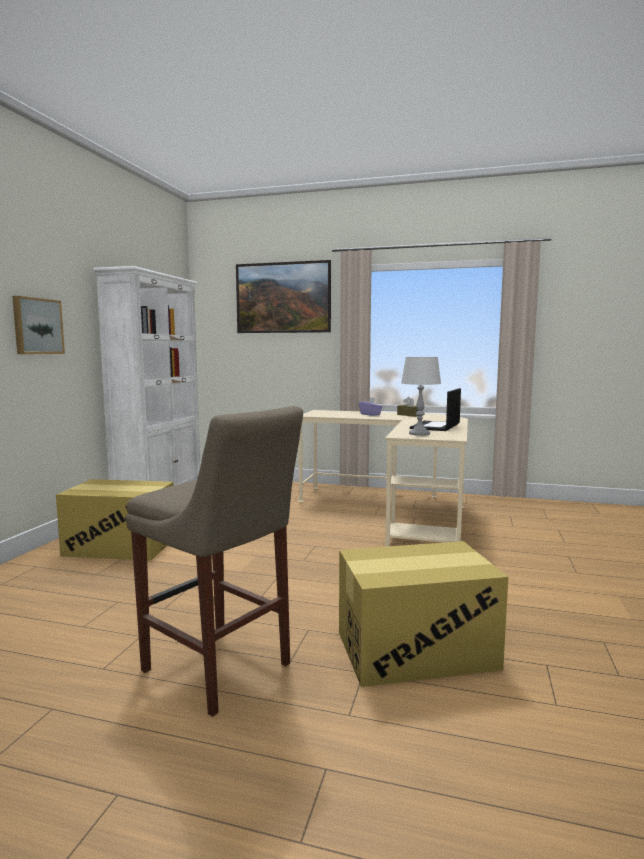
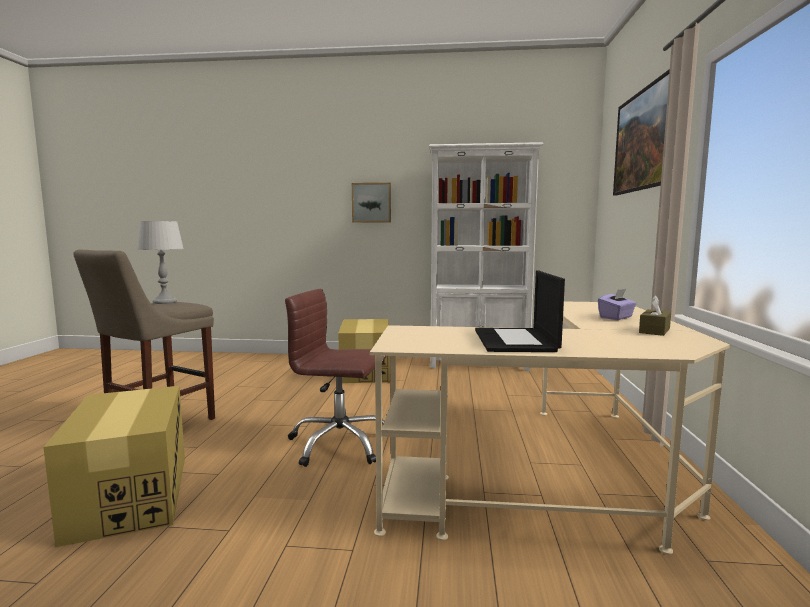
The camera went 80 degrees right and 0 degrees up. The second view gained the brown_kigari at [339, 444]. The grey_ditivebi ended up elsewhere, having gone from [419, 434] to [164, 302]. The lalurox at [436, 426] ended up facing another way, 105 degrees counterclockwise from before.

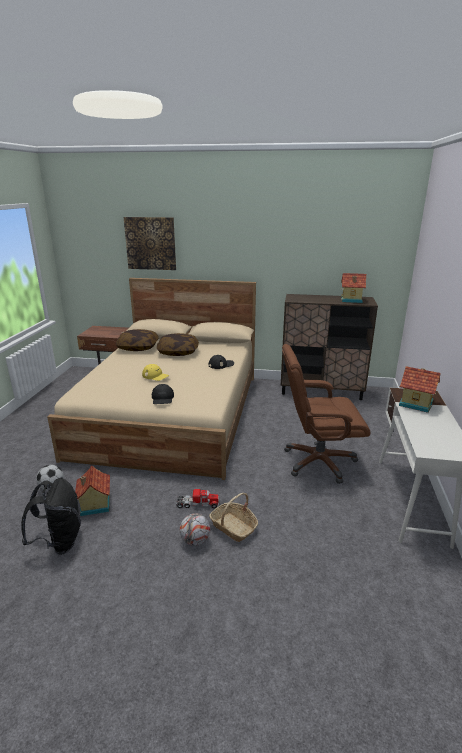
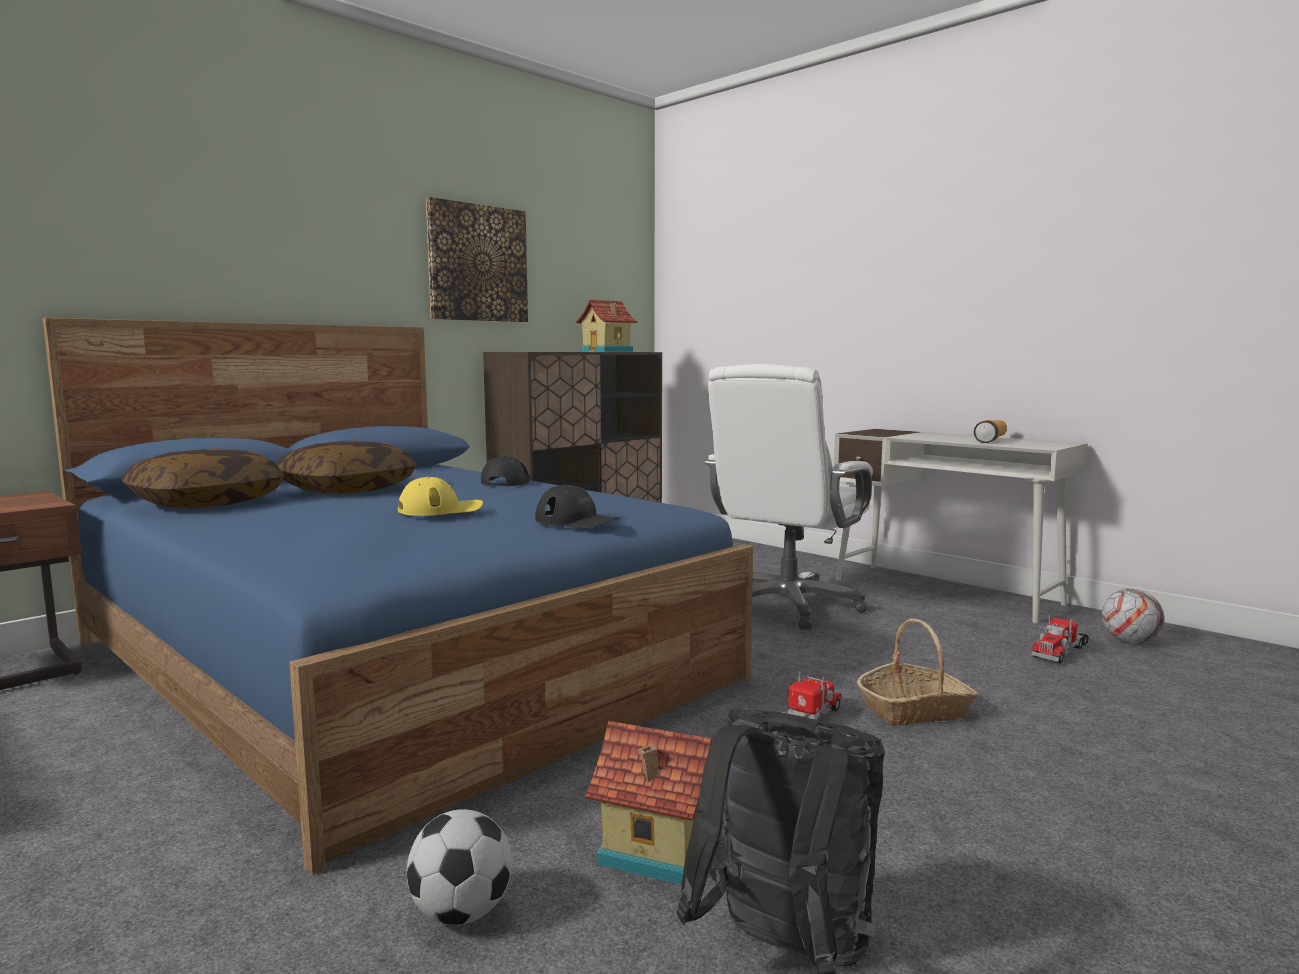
The camera went 55 degrees left and 15 degrees down. The second view lost the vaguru at [416, 403]. The second view gained the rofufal at [991, 440]. The second view gained the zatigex at [1060, 651]. The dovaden ended up elsewhere, having gone from [150, 243] to [477, 263]. The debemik ended up elsewhere, having gone from [195, 540] to [1130, 641]. What was the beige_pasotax at [173, 413] turned into the blue_pasotax at [395, 659]. What was the brown_kigari at [318, 462] turned into the white_kigari at [787, 606].

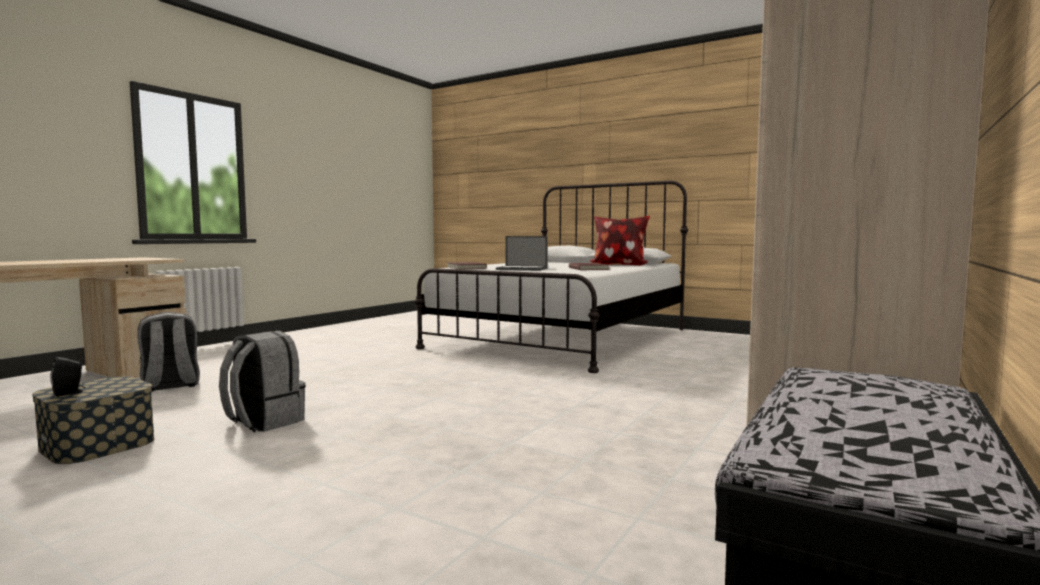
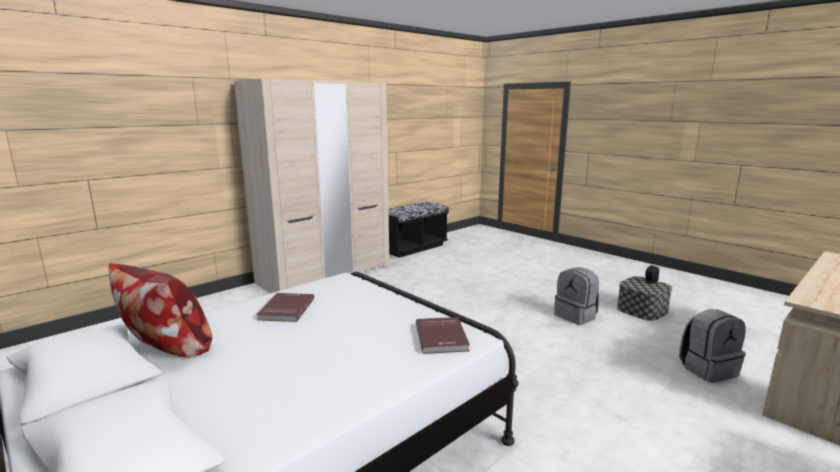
The camera went 165 degrees left and 10 degrees up. The second view lost the lalurox at [522, 269].

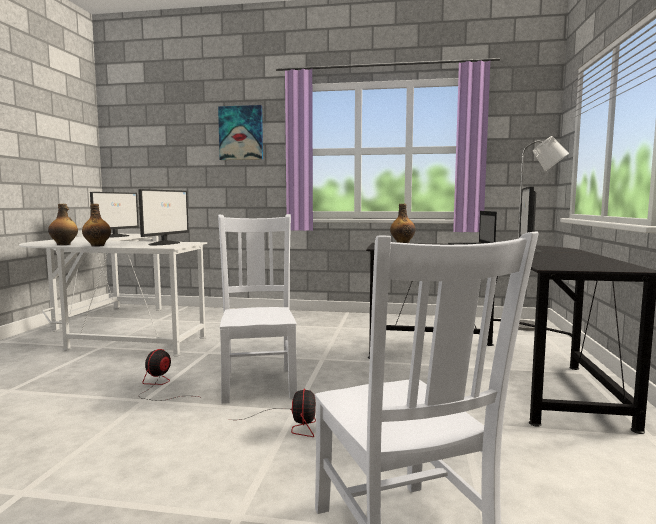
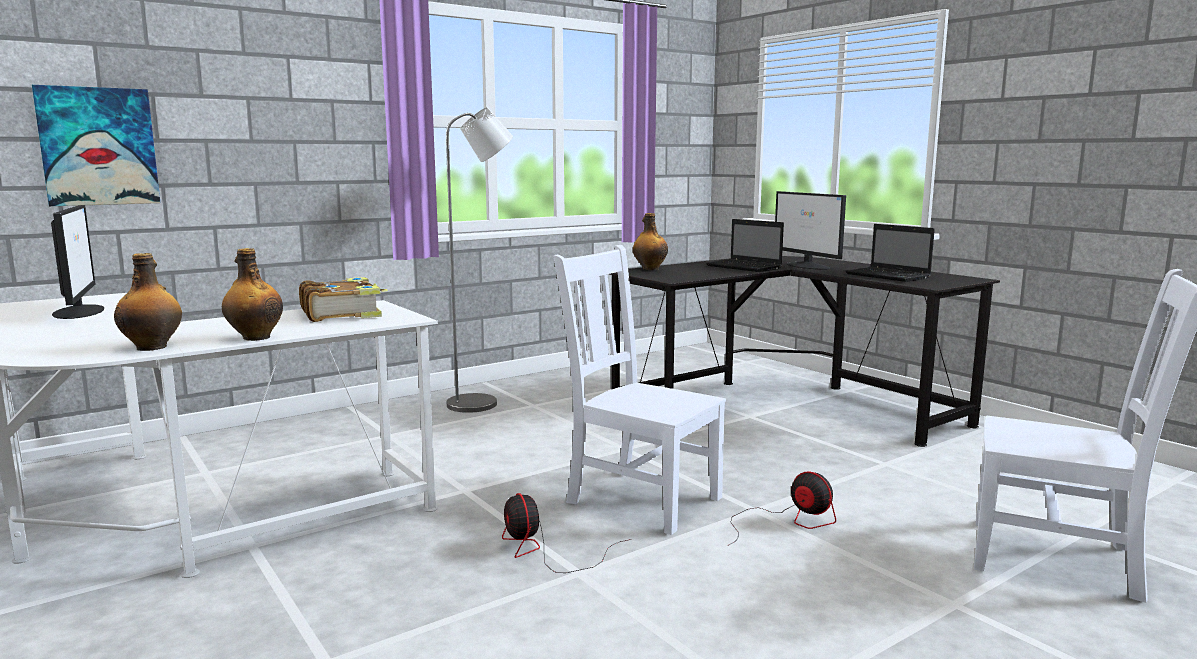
The camera went 45 degrees left and 5 degrees up. The second view gained the lalurox at [889, 276]. The dovaden ended up elsewhere, having gone from [241, 133] to [98, 146]. The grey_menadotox ended up elsewhere, having gone from [531, 327] to [482, 403]. Where the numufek stood at [165, 243], the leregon came to stand at [342, 313].

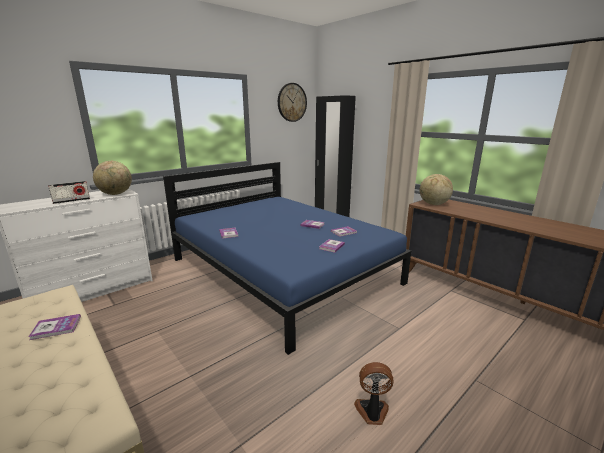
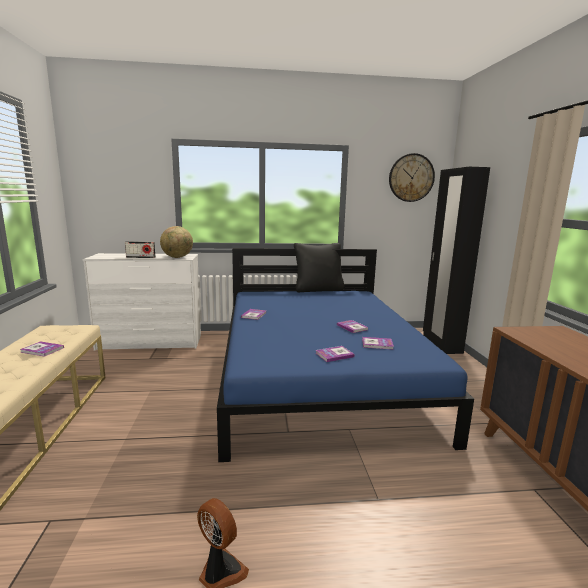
The camera went 35 degrees right and 5 degrees down. The second view lost the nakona at [433, 204]. The second view gained the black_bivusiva at [318, 289].

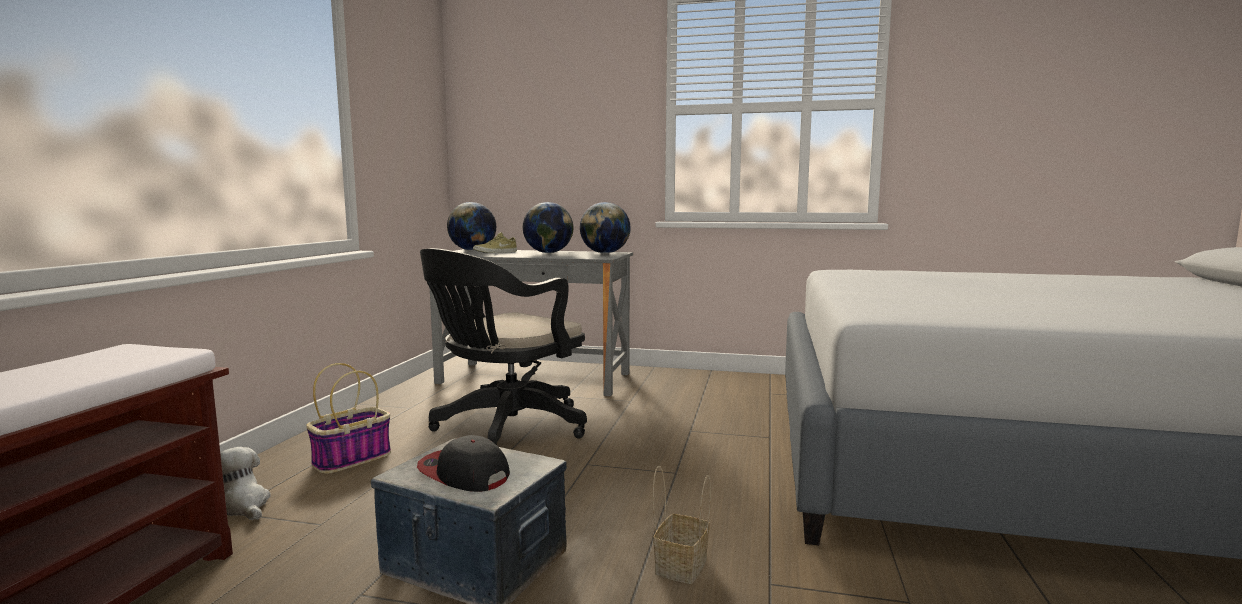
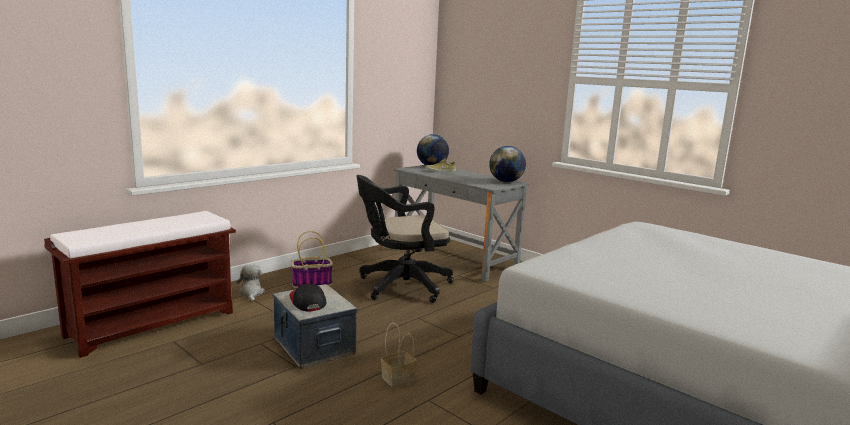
The camera went 30 degrees right and 5 degrees up. The second view lost the nakona at [548, 253].

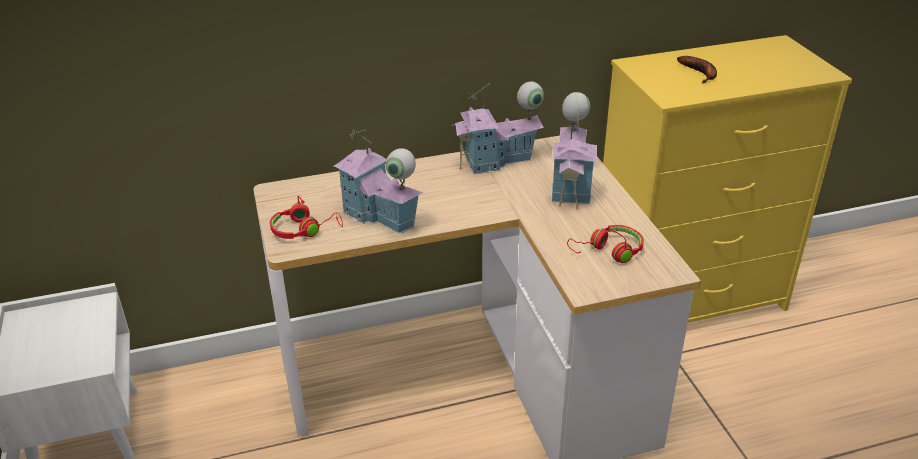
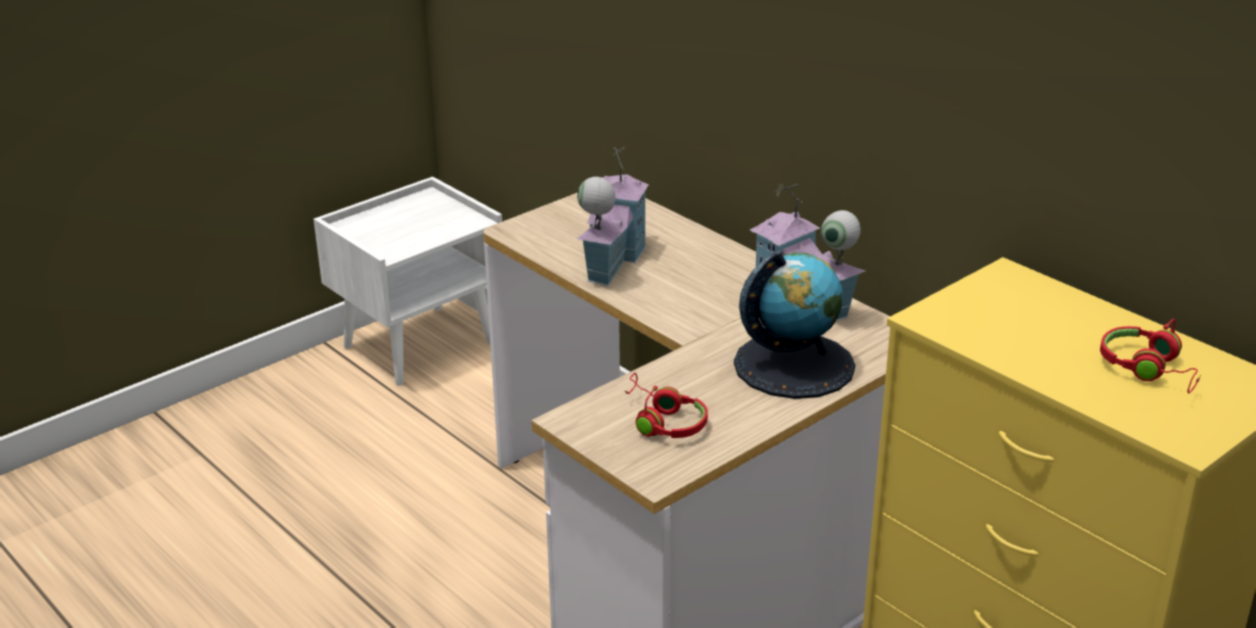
The camera went 65 degrees right and 5 degrees down. The second view lost the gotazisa at [700, 73]. The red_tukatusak ended up elsewhere, having gone from [304, 229] to [1149, 369]. Where the vaguru stood at [571, 185], the nakona came to stand at [794, 365].

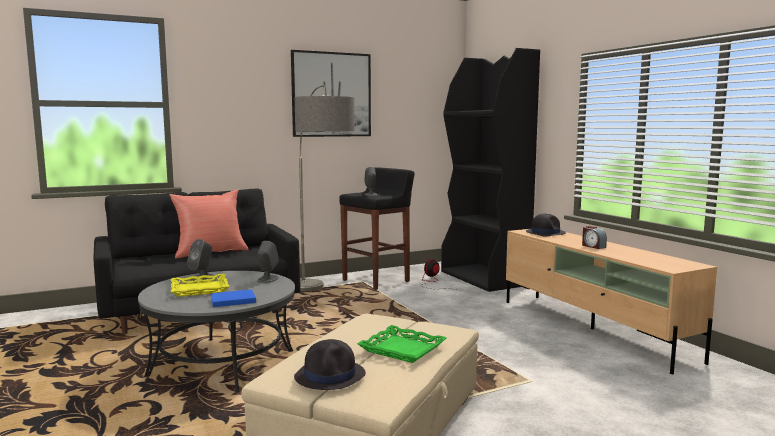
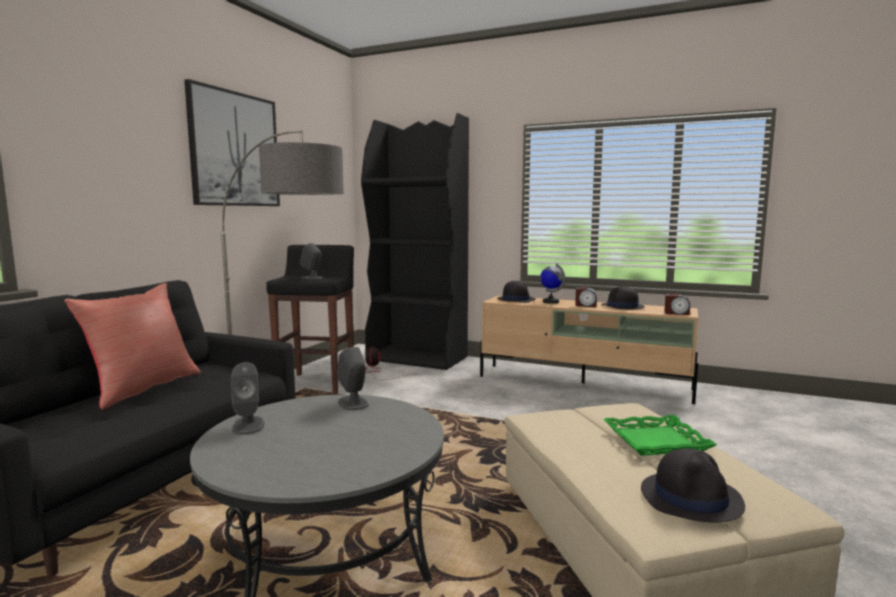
The camera went 40 degrees left and 0 degrees up. The second view lost the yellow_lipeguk at [200, 289]. The second view lost the blue_leregon at [232, 300]. The second view gained the nakona at [550, 302]. The second view gained the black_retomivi at [622, 307]. The second view gained the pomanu at [676, 313].

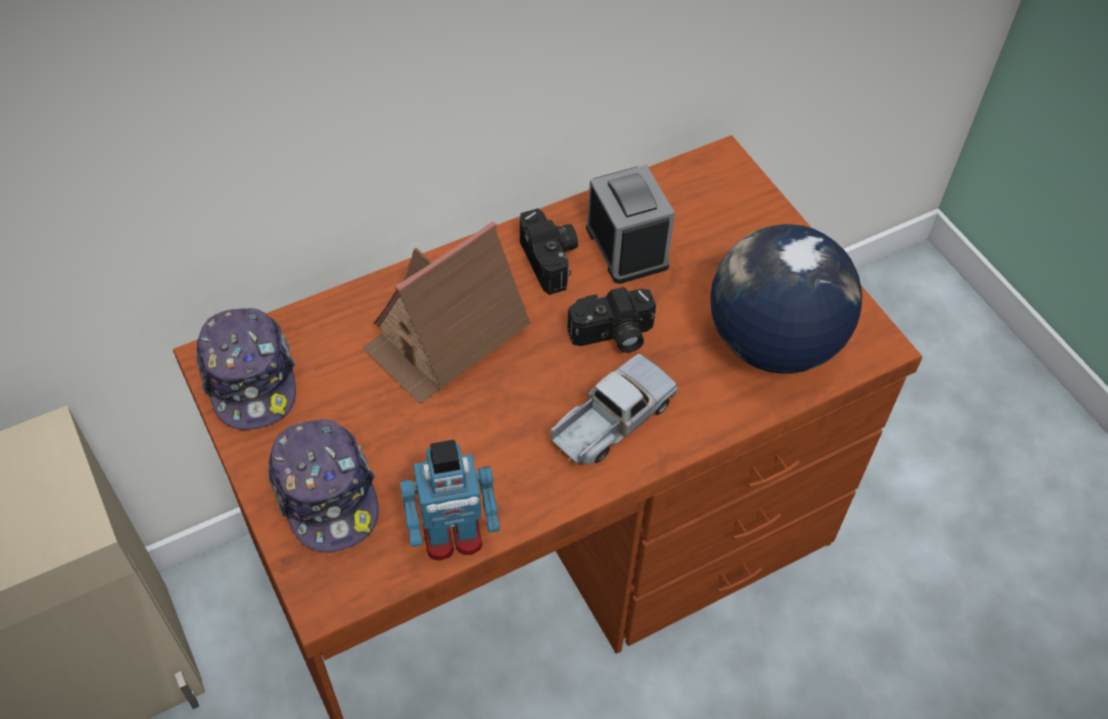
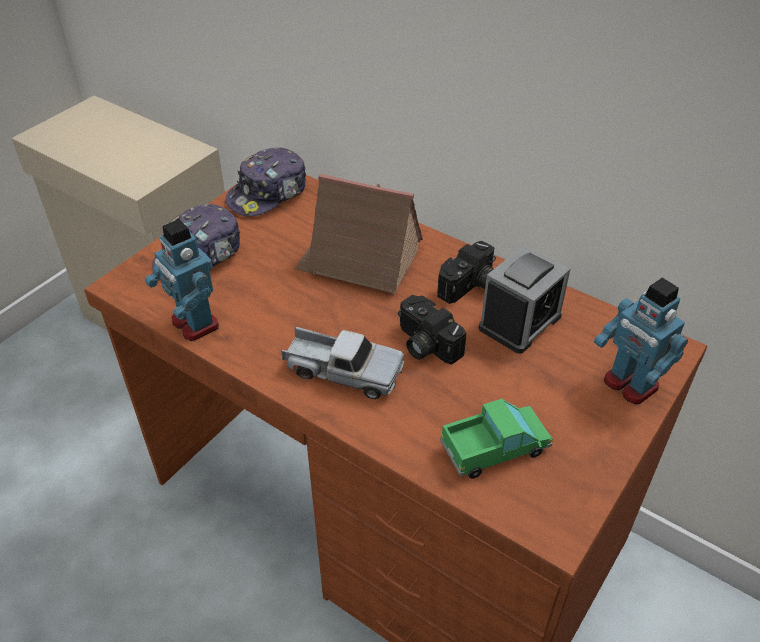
The camera went 65 degrees right and 10 degrees down. The second view gained the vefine at [629, 384]. Where the nakona stood at [772, 343], the zatigex came to stand at [494, 448].

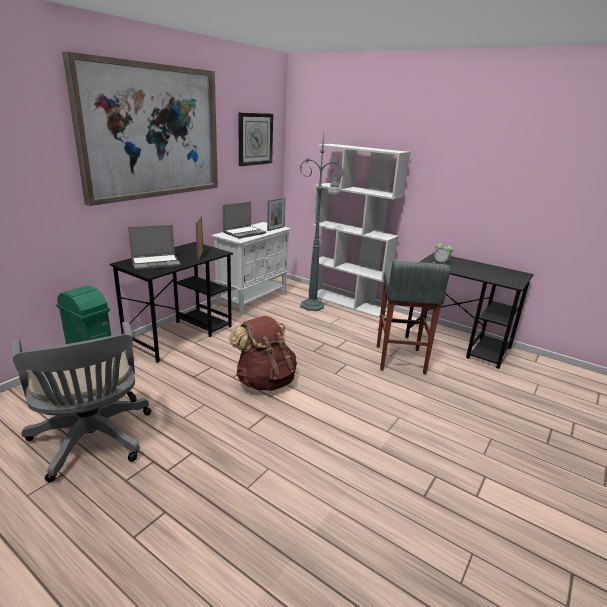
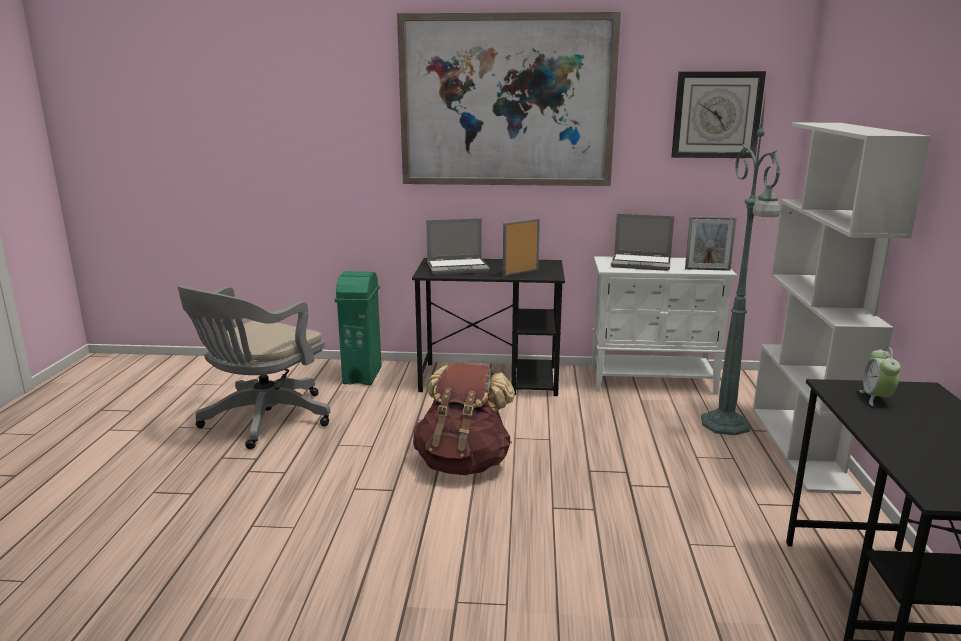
The camera went 60 degrees right and 5 degrees down. The second view lost the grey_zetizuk at [399, 360]. The lalurox at [156, 263] ended up facing another way, 45 degrees counterclockwise from before.

